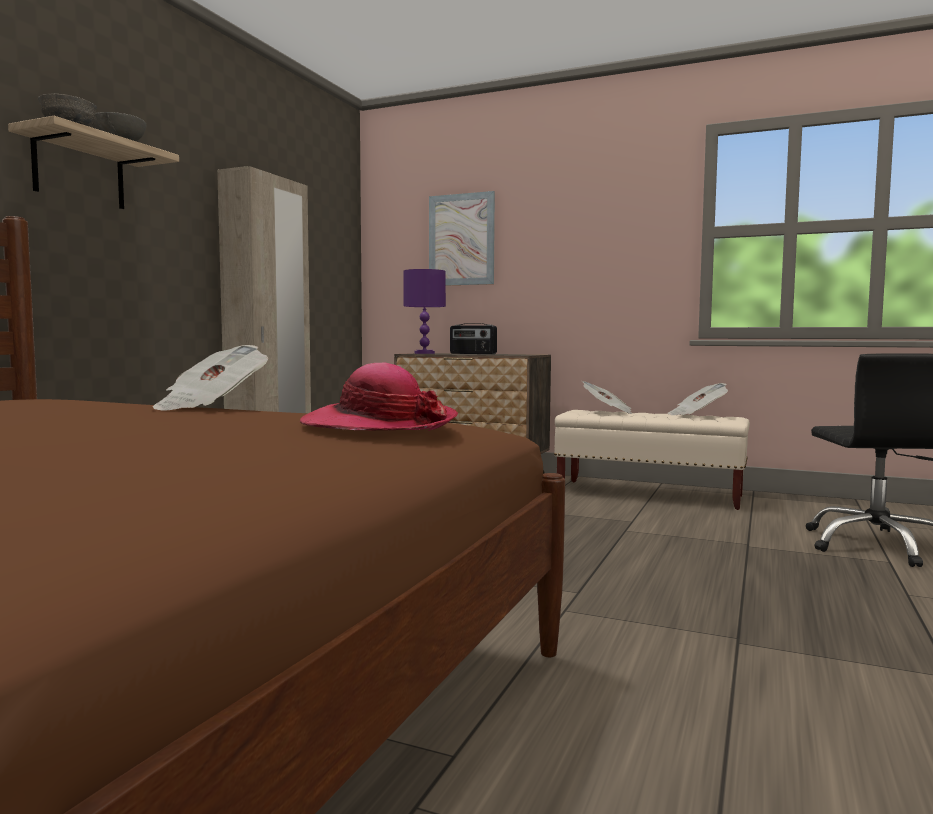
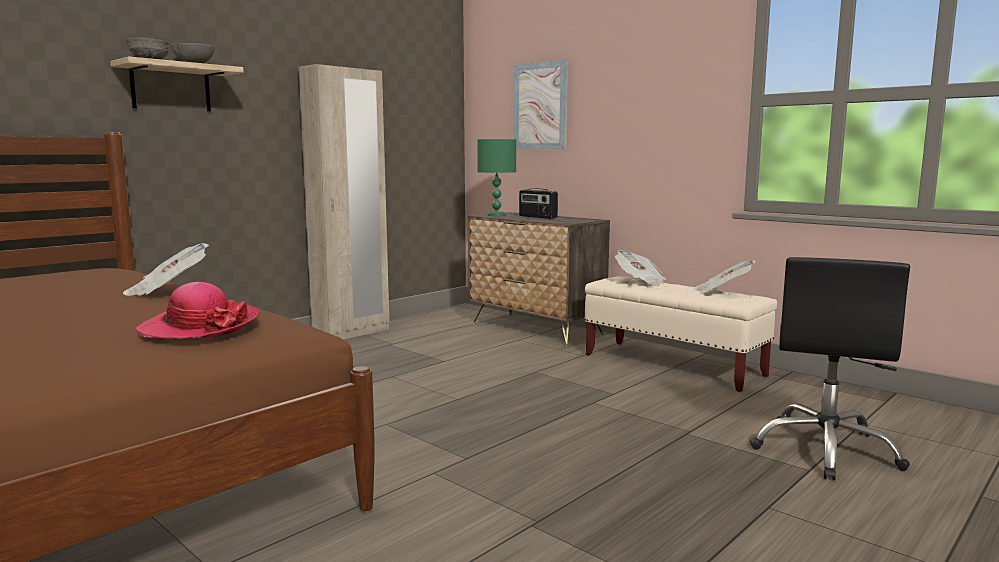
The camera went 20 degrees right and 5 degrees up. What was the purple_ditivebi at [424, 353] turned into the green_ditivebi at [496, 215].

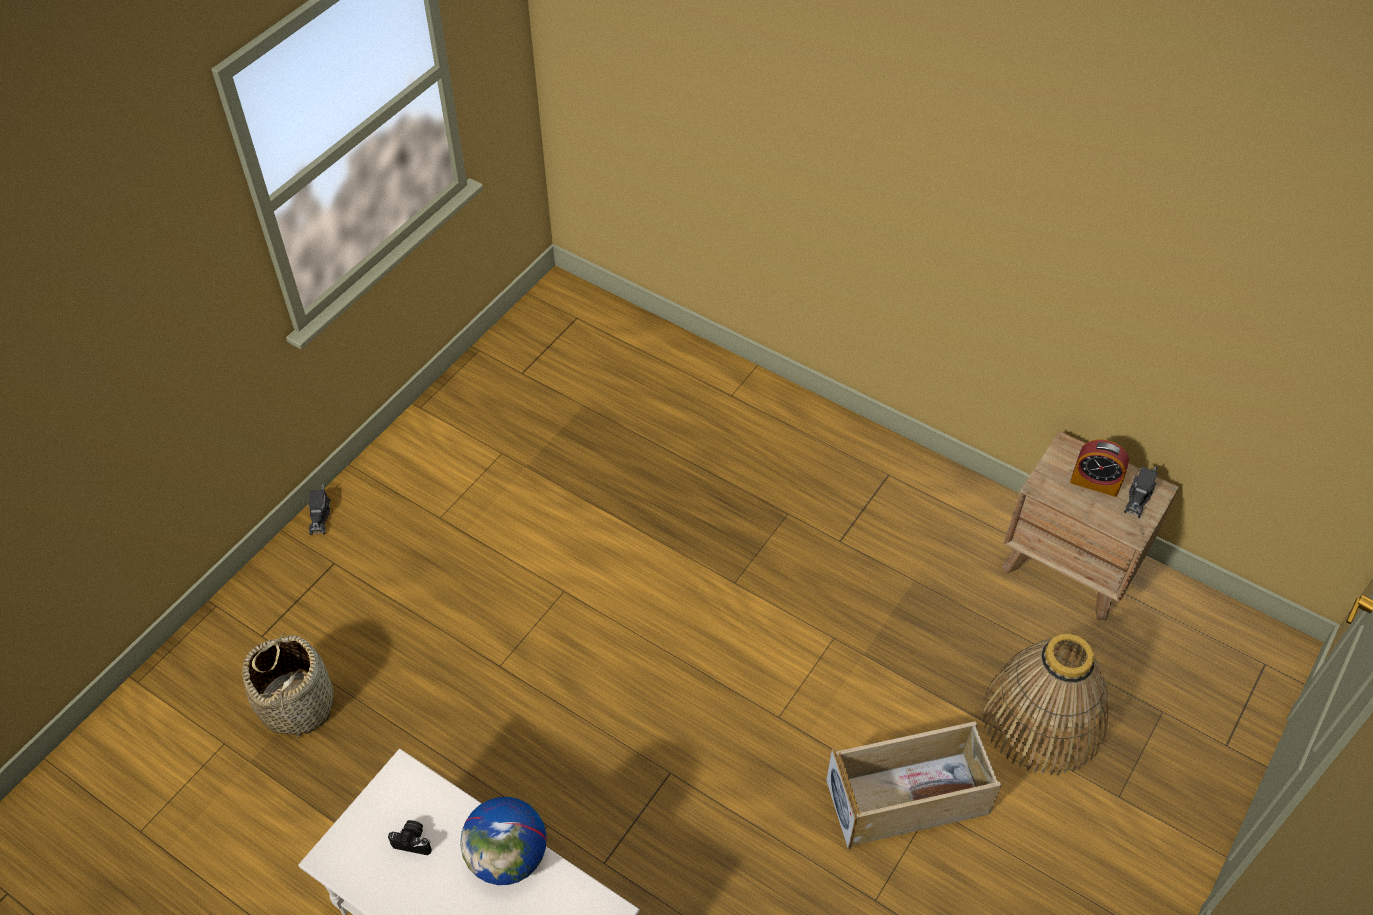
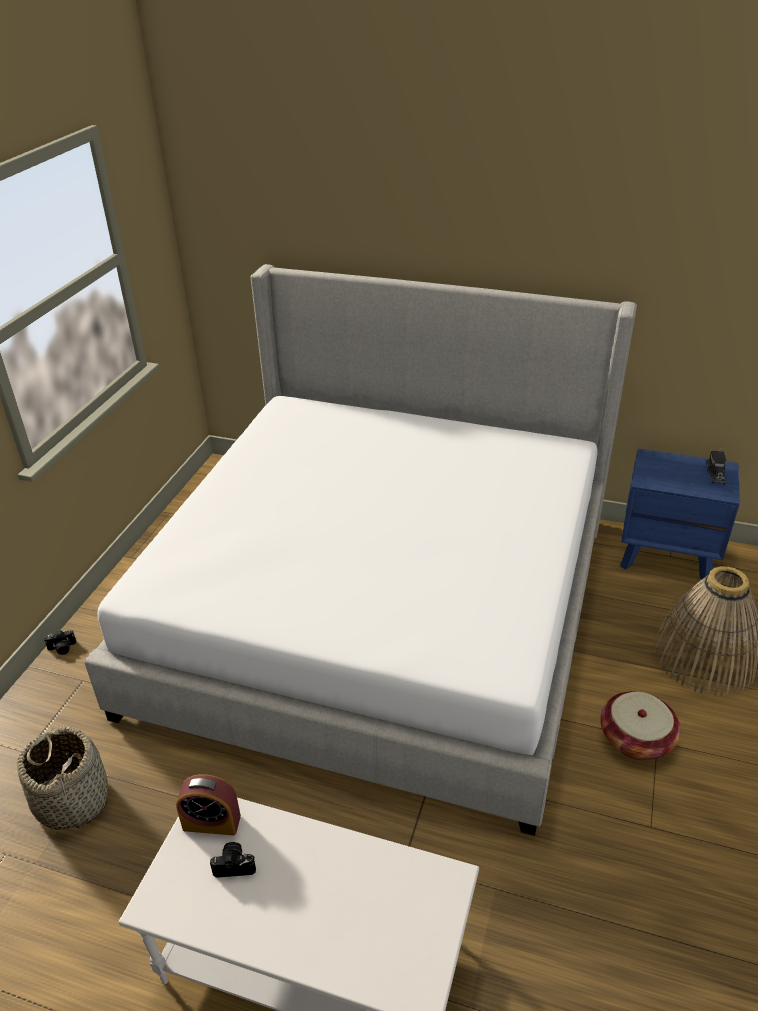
The camera went 15 degrees left and 15 degrees down. The second view lost the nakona at [508, 857]. The second view gained the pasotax at [381, 610]. The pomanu ended up elsewhere, having gone from [1095, 482] to [211, 822]. Where the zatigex stood at [319, 516], the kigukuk came to stand at [62, 648]. Where the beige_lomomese stood at [908, 798], the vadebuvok came to stand at [636, 739]. What was the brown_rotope at [1070, 566] turned into the blue_rotope at [667, 555].

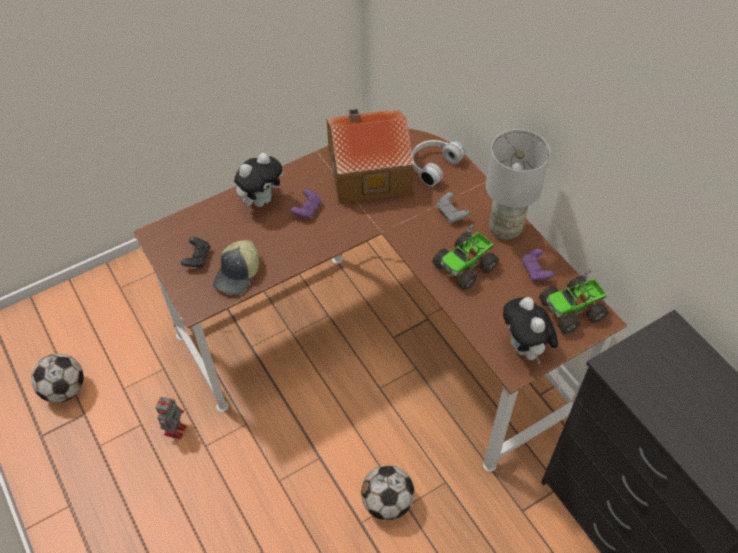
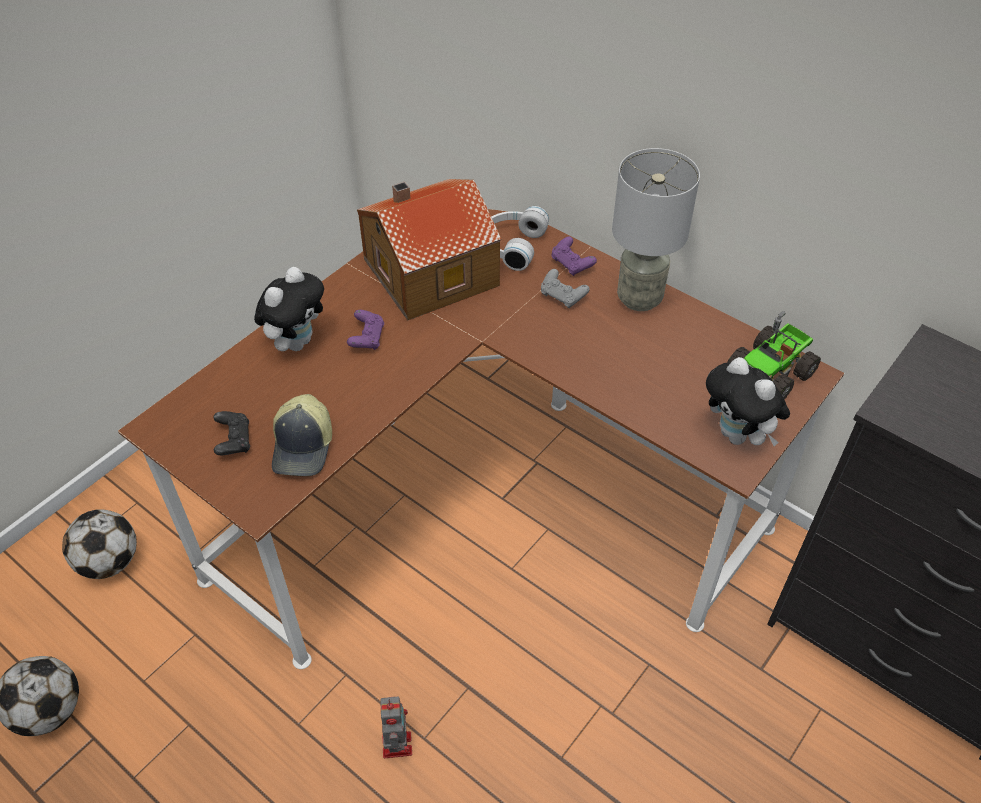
The camera went 20 degrees left and 5 degrees down. The second view lost the zatigex at [465, 266]. The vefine ended up elsewhere, having gone from [175, 429] to [397, 743]. The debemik ended up elsewhere, having gone from [387, 502] to [110, 562]. The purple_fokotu ended up elsewhere, having gone from [535, 271] to [571, 264].

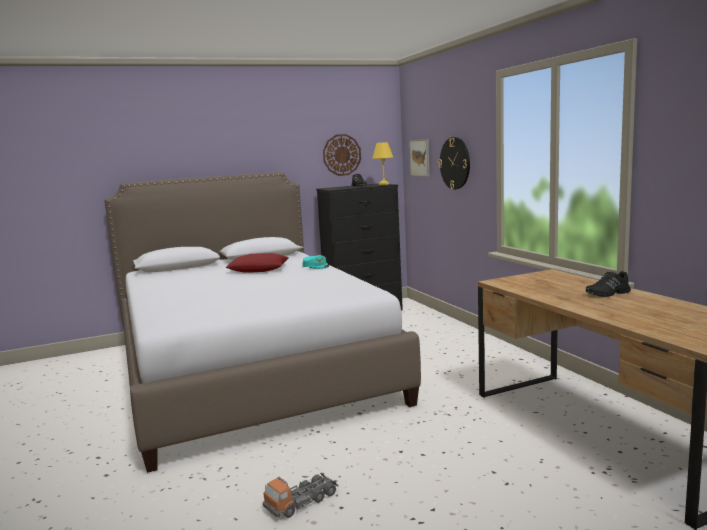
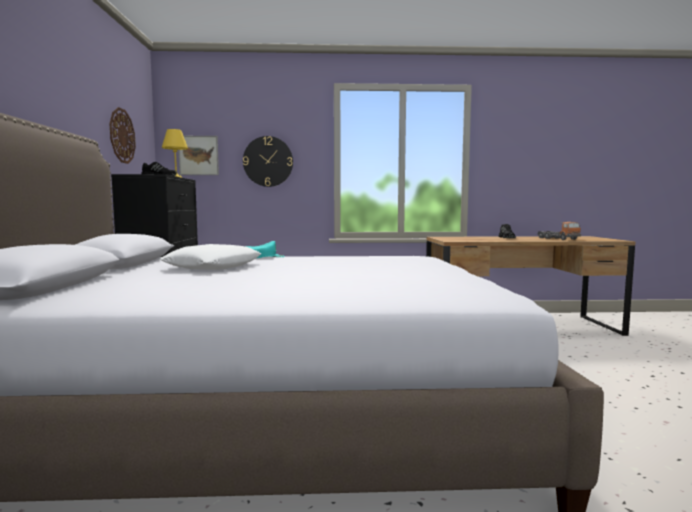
The camera went 70 degrees left and 5 degrees down. The zatigex ended up elsewhere, having gone from [302, 502] to [558, 239]. What was the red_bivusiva at [258, 269] turned into the white_bivusiva at [213, 266].

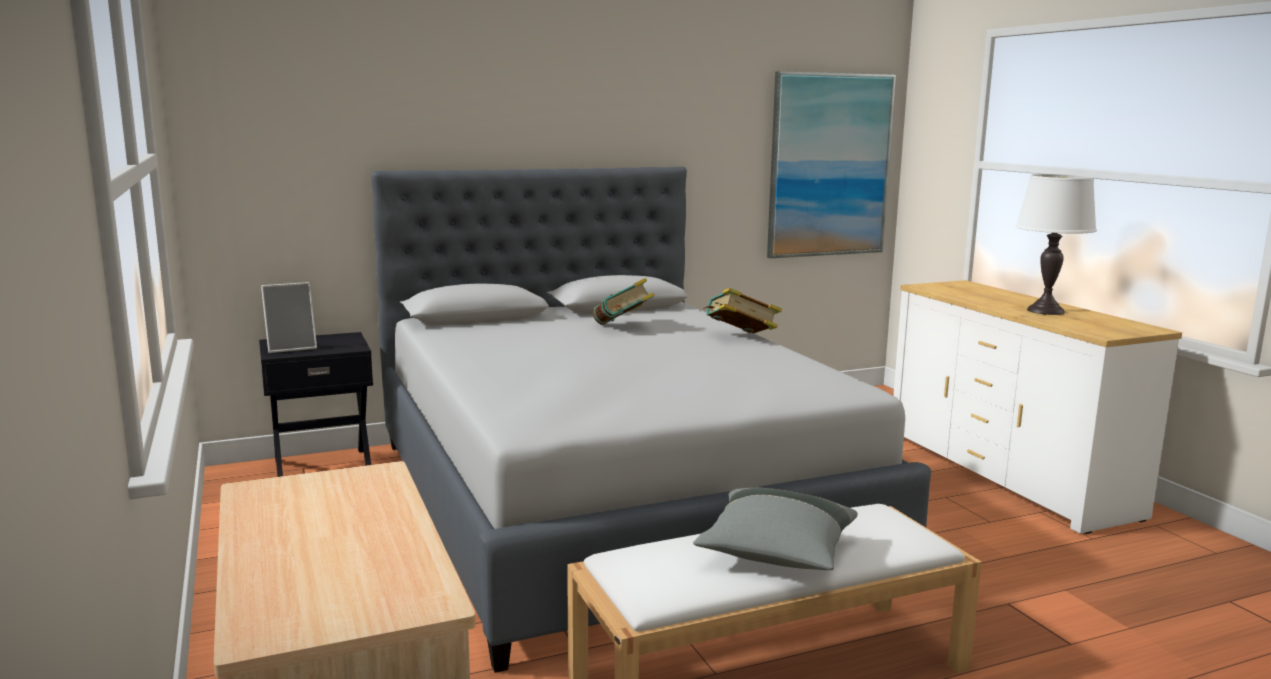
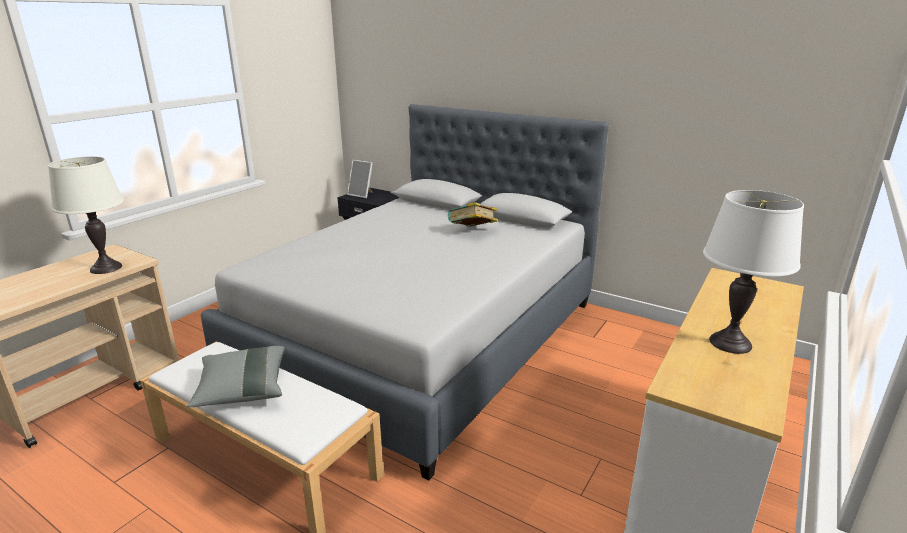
The camera went 55 degrees right and 10 degrees up. The second view lost the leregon at [740, 338]. The second view lost the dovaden at [829, 165]. The second view gained the white_ditivebi at [106, 268].

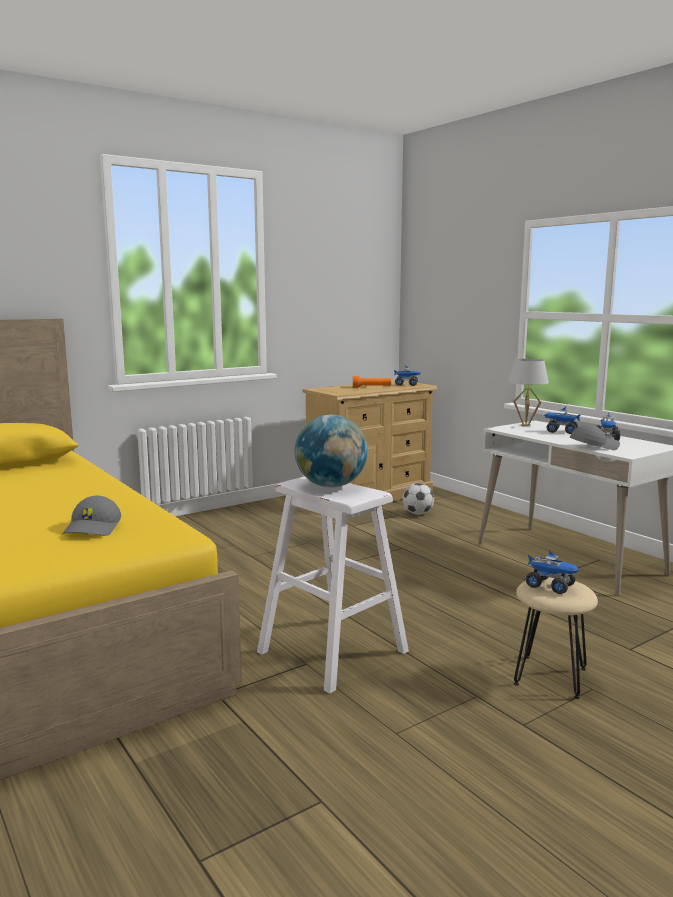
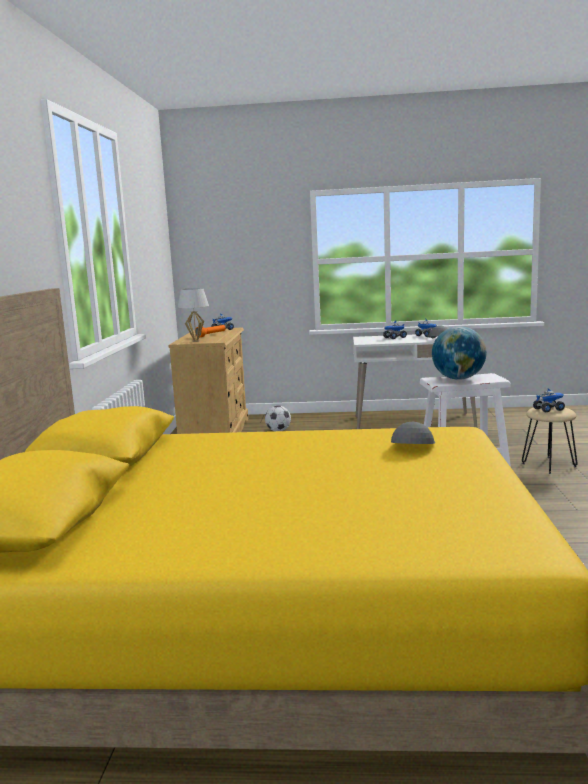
The camera went 50 degrees left and 0 degrees up. The white_ditivebi ended up elsewhere, having gone from [526, 425] to [196, 341]. The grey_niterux at [93, 529] ended up facing another way, 120 degrees counterclockwise from before.

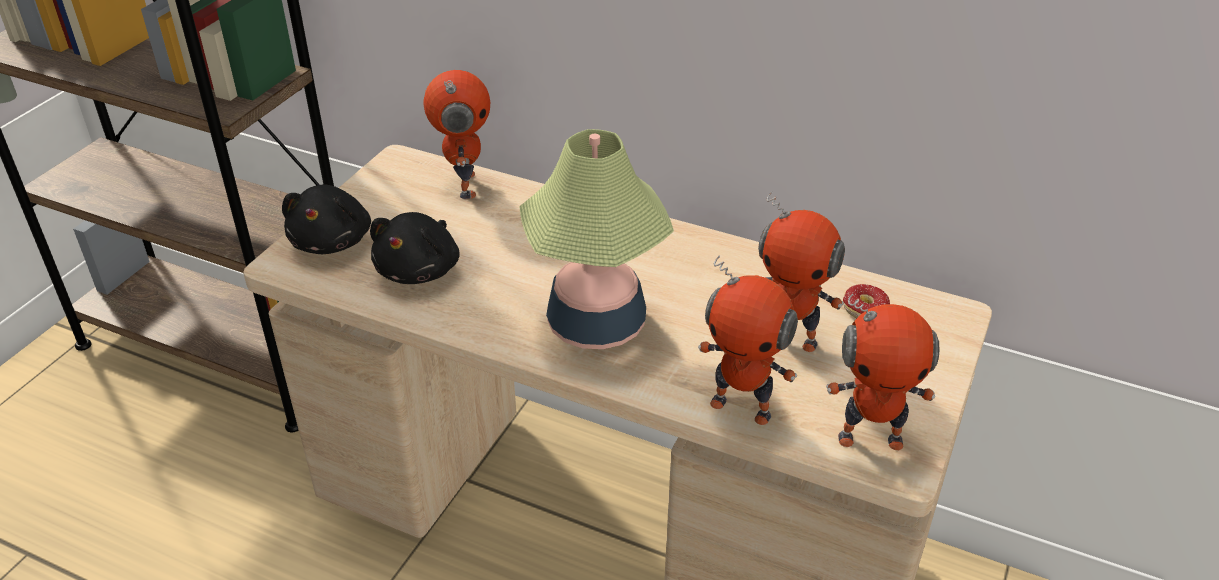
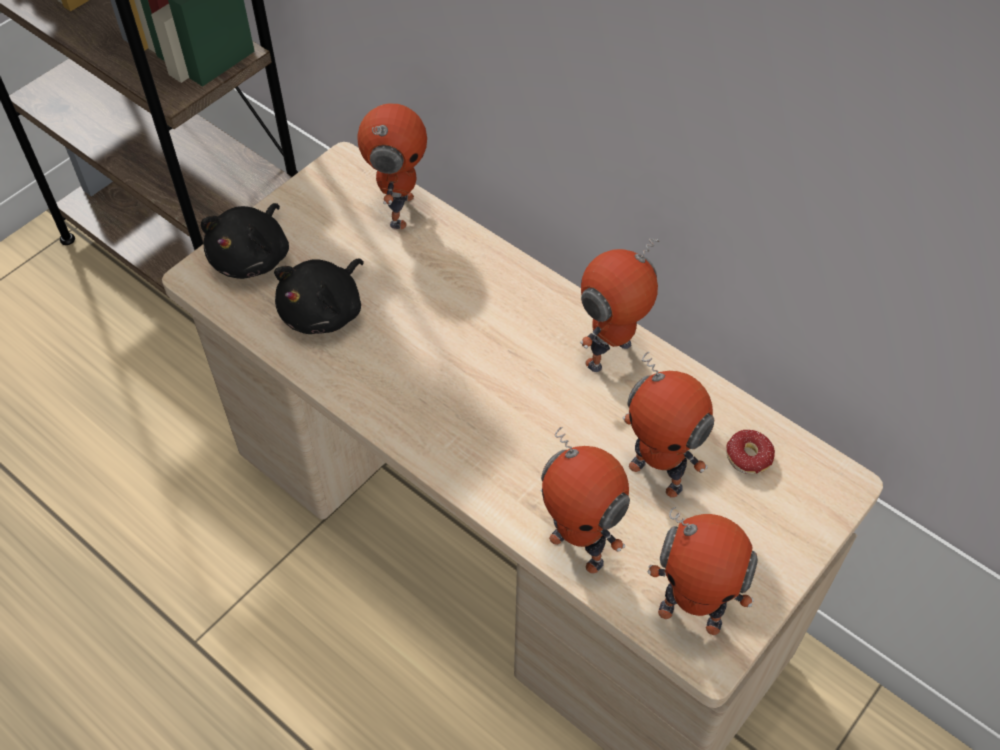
The camera went 15 degrees right and 15 degrees up. The second view lost the ditivebi at [596, 323]. The second view gained the vefine at [610, 356].

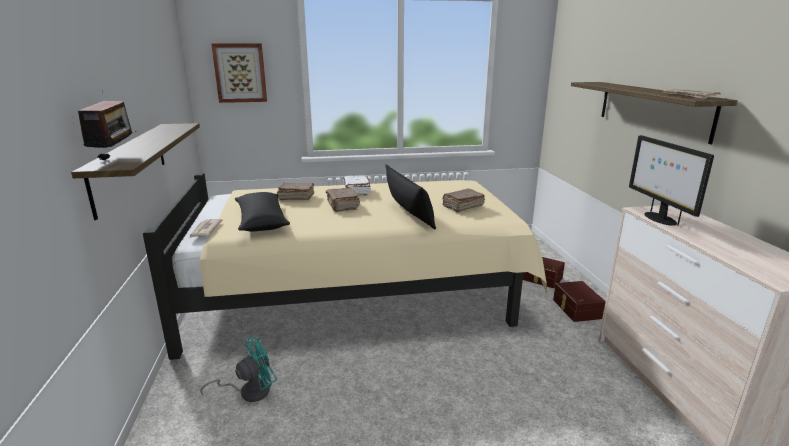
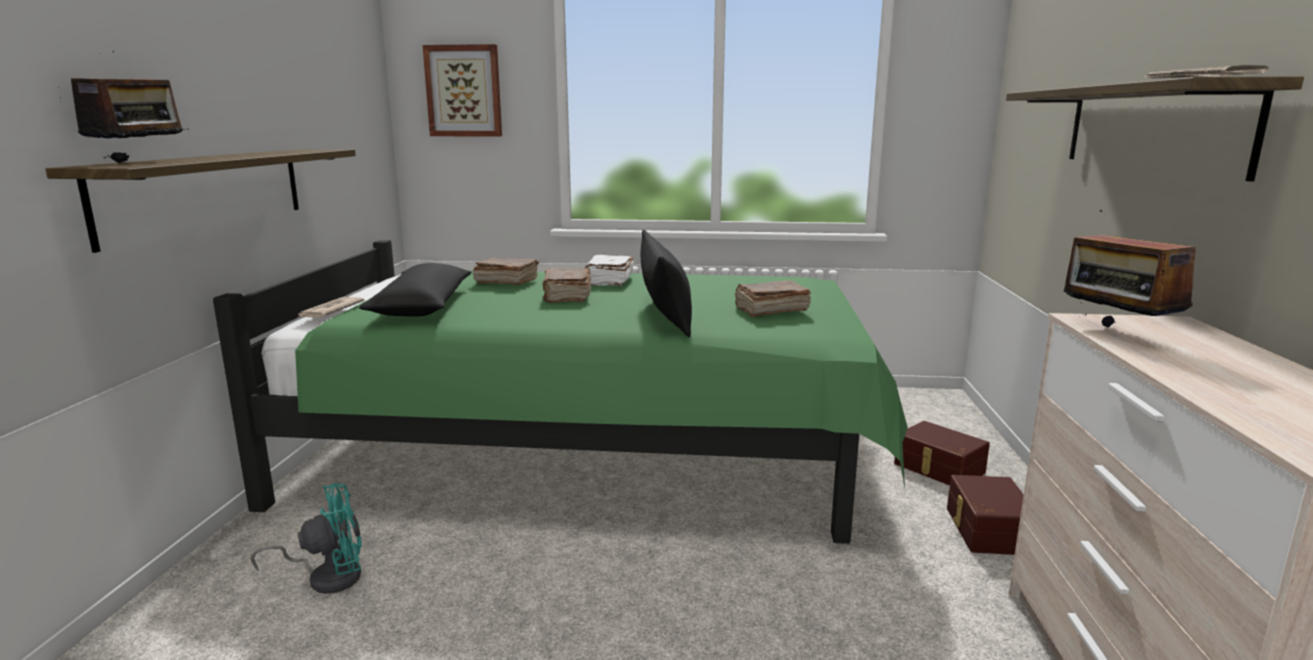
The camera went 15 degrees right and 5 degrees down. Where the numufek stood at [659, 218], the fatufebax came to stand at [1115, 333]. What was the beige_pasotax at [359, 292] turned into the green_pasotax at [594, 453].

